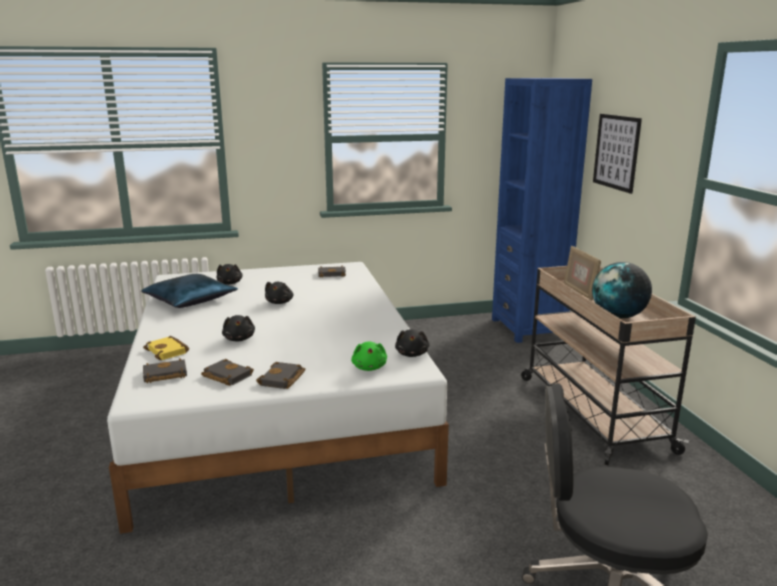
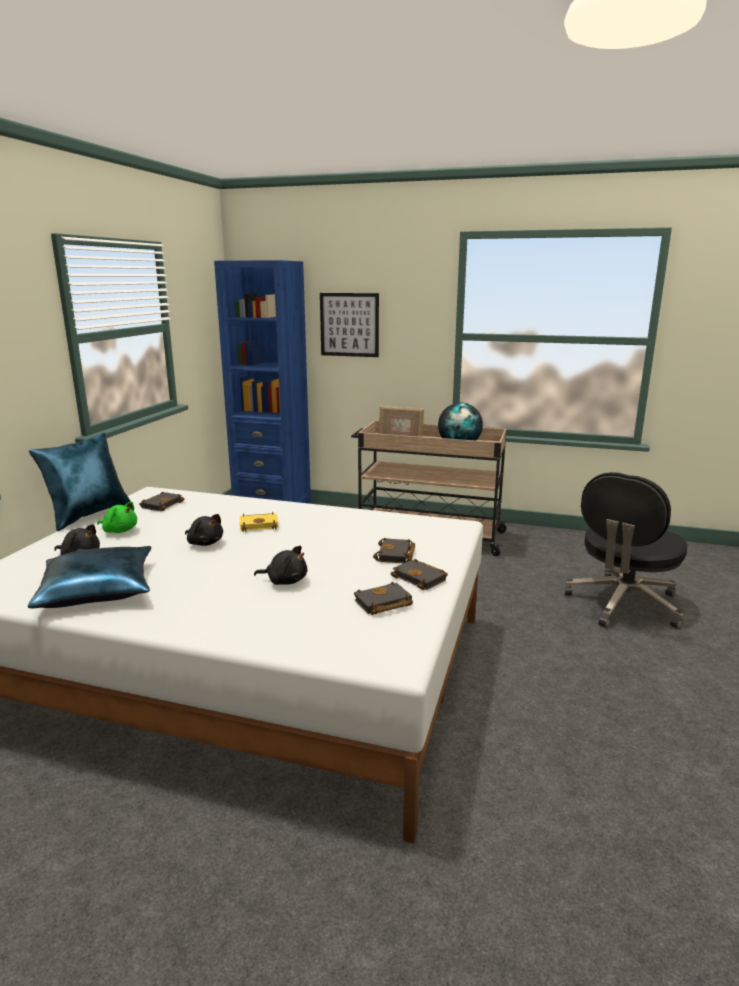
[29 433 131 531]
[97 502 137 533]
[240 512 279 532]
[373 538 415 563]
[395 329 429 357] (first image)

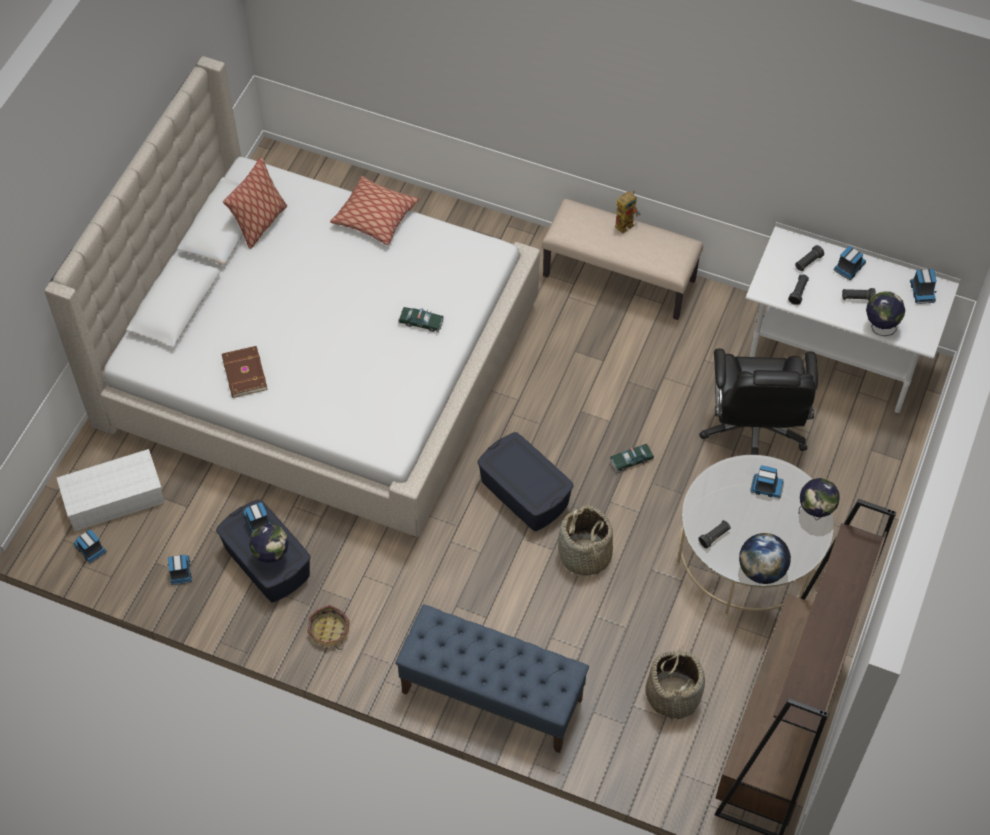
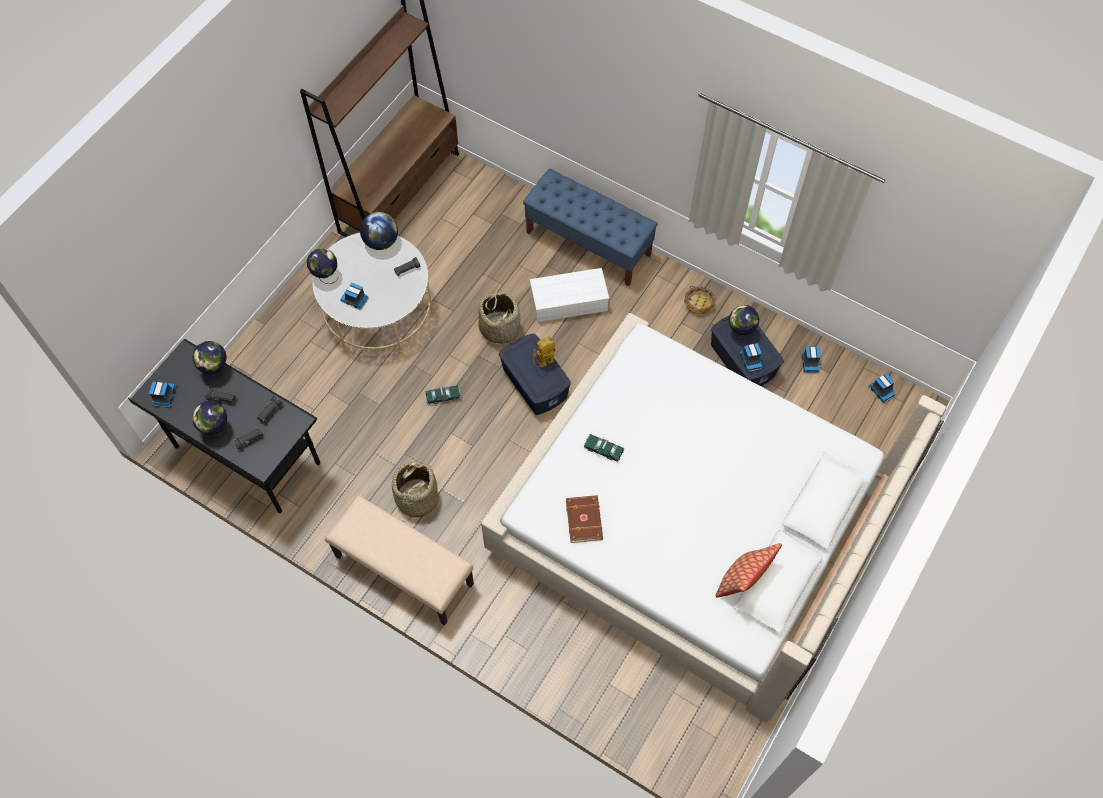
[127 339 320 514]
[192 401 227 436]
[392 462 438 522]
[530 268 609 322]
[532 336 556 367]
[566 495 603 543]
[330 176 419 245] (first image)
[699 348 818 455] (first image)

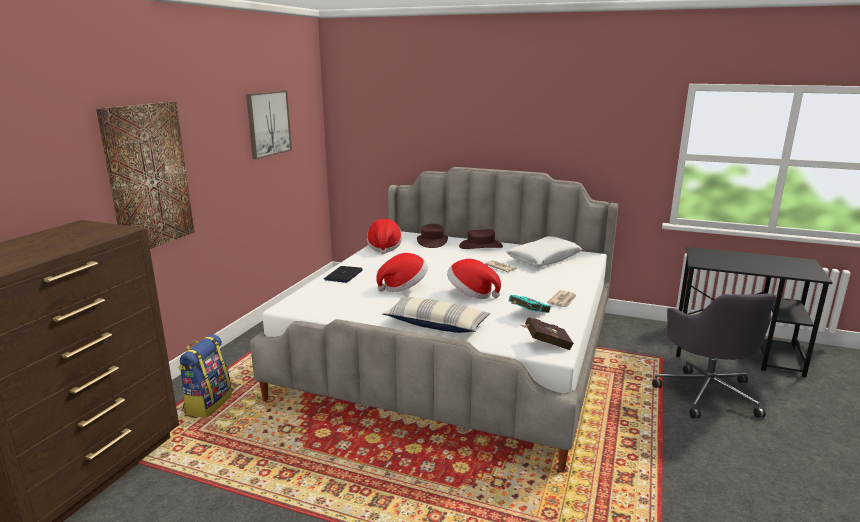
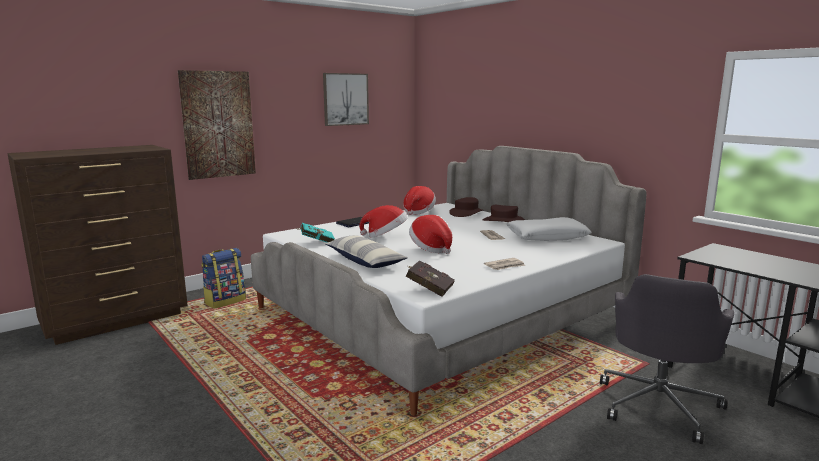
[296 223 335 243]

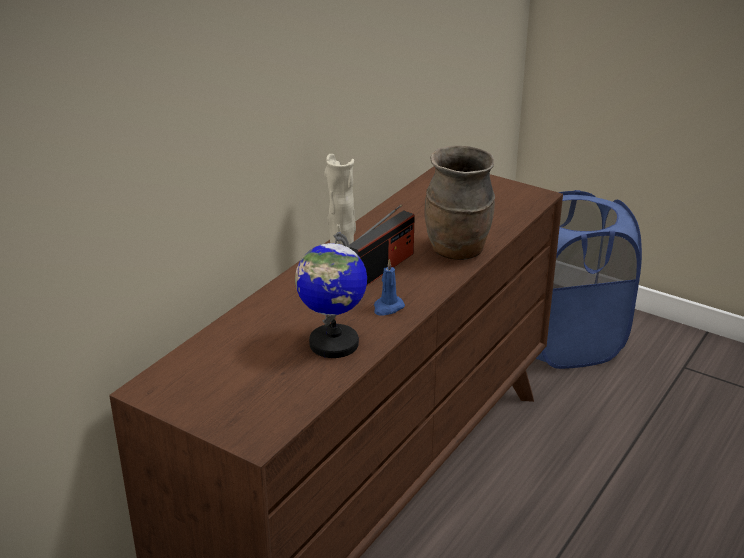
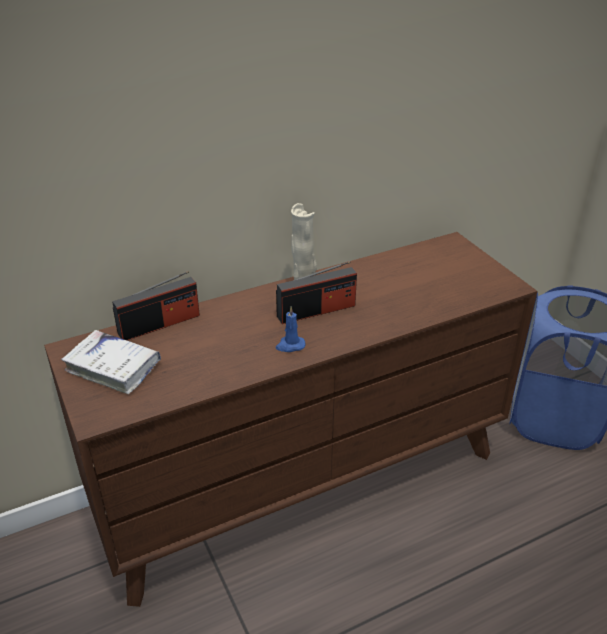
[61 330 161 394]
[112 271 200 340]
[295 232 367 358] (first image)
[424 146 495 260] (first image)

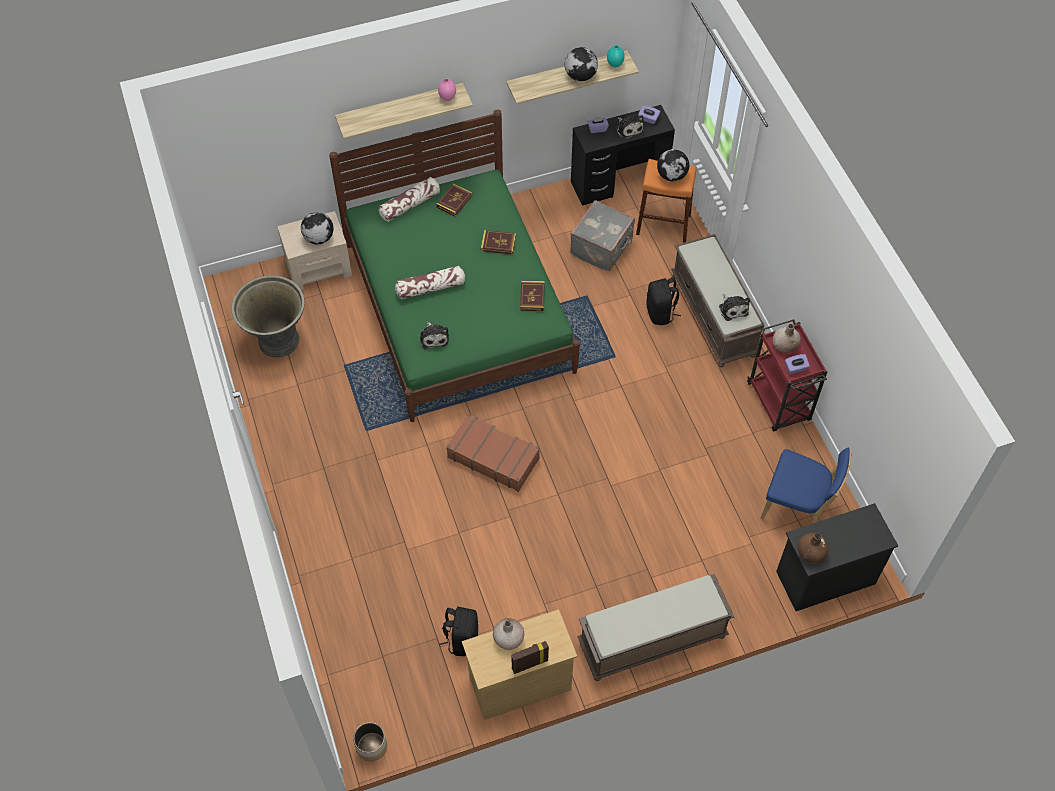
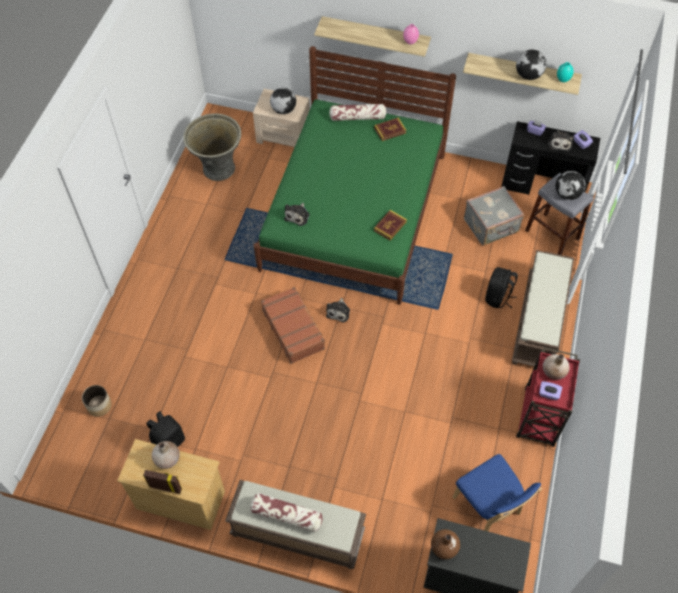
[82 385 112 417]
[251 493 323 532]
[326 298 350 323]
[525 173 594 255]
[481 230 516 255] (first image)

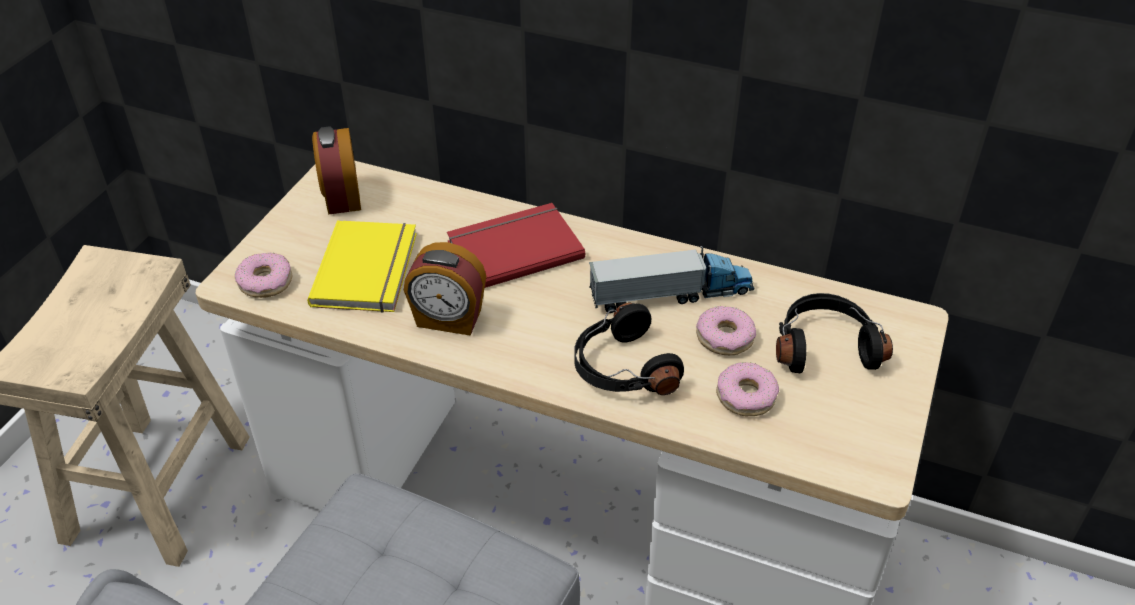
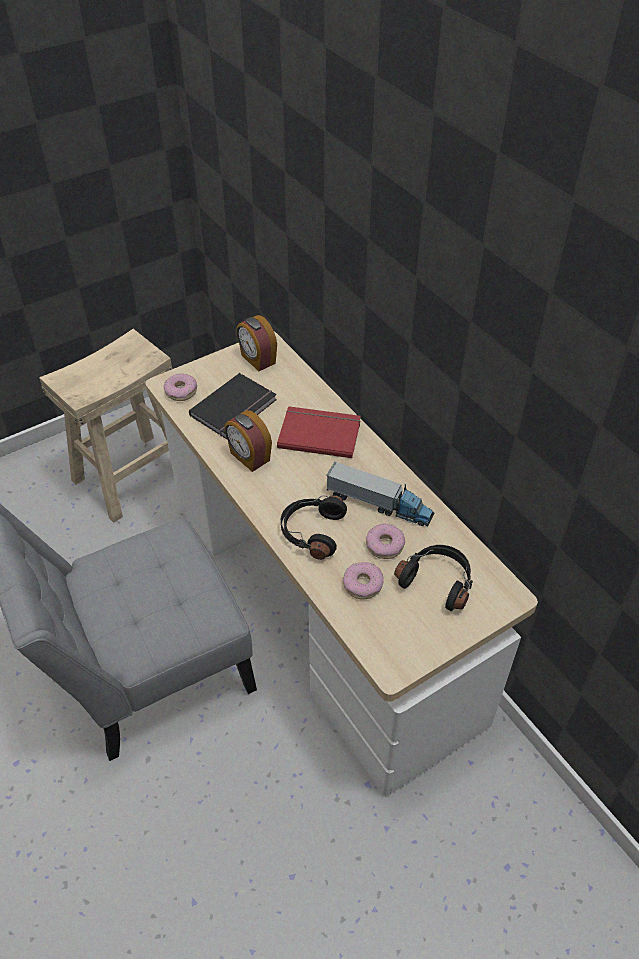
[189 373 277 439]
[236 315 277 371]

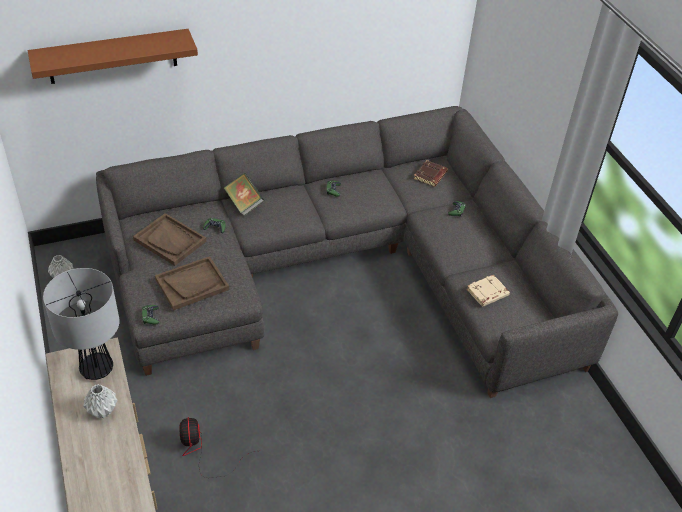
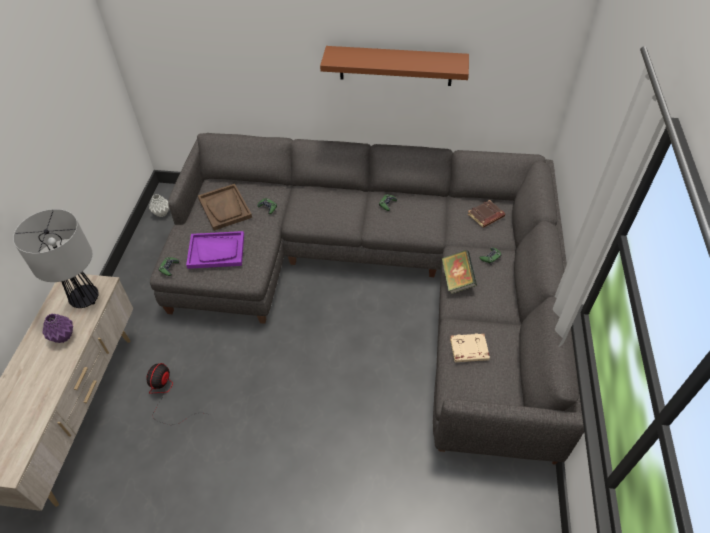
[42 313 73 343]
[186 231 244 269]
[320 46 469 86]
[442 250 477 294]

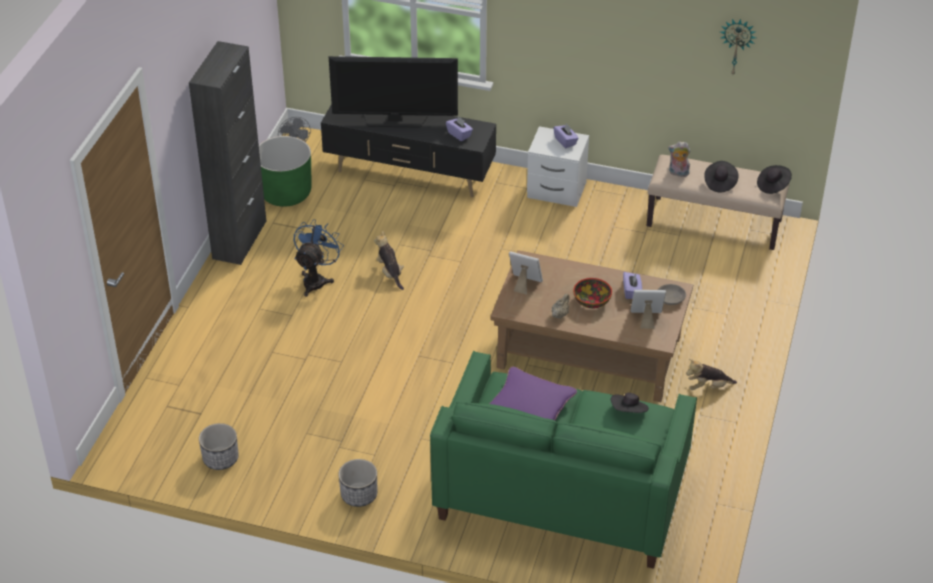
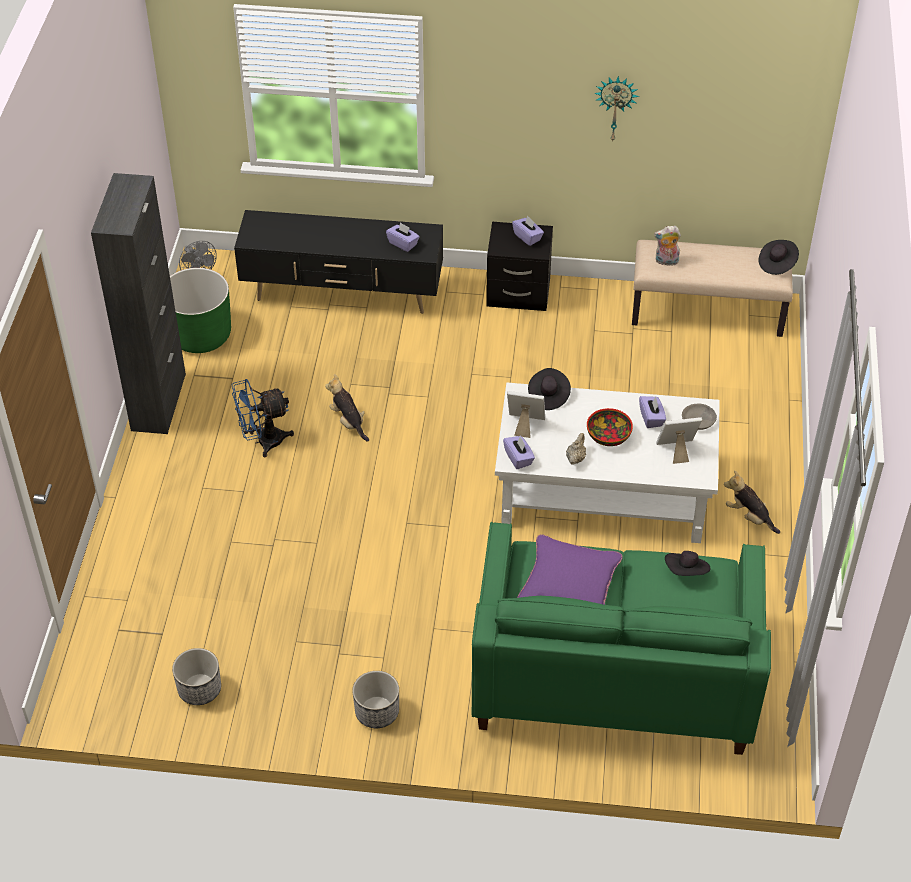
[232 379 294 457]
[486 222 553 311]
[495 382 720 543]
[503 436 535 469]
[528 368 571 410]
[594 76 639 142]
[724 470 780 534]
[329 56 458 128] (first image)

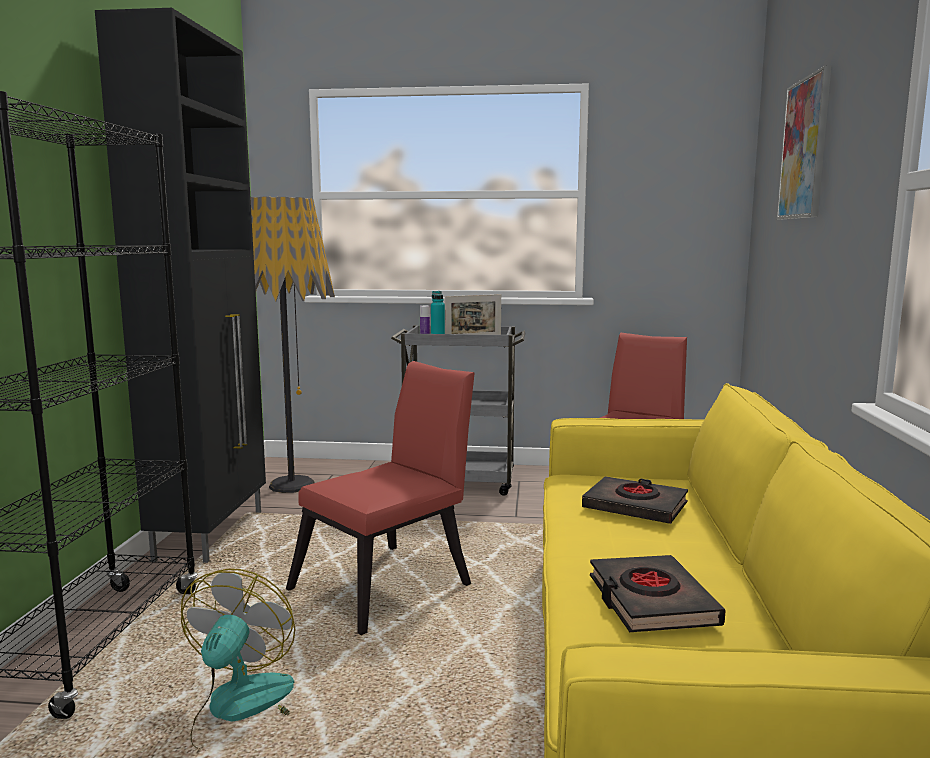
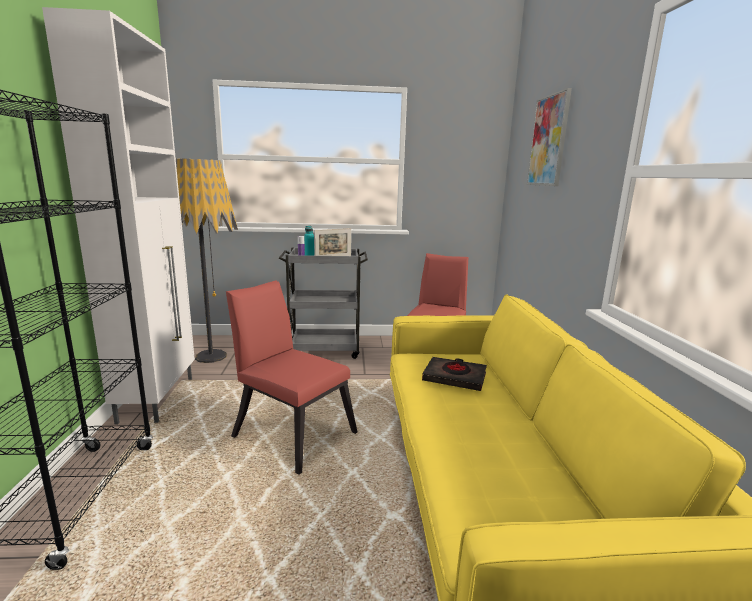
[42 7 195 425]
[226 280 357 475]
[181 569 295 750] (first image)
[590 555 726 632] (first image)

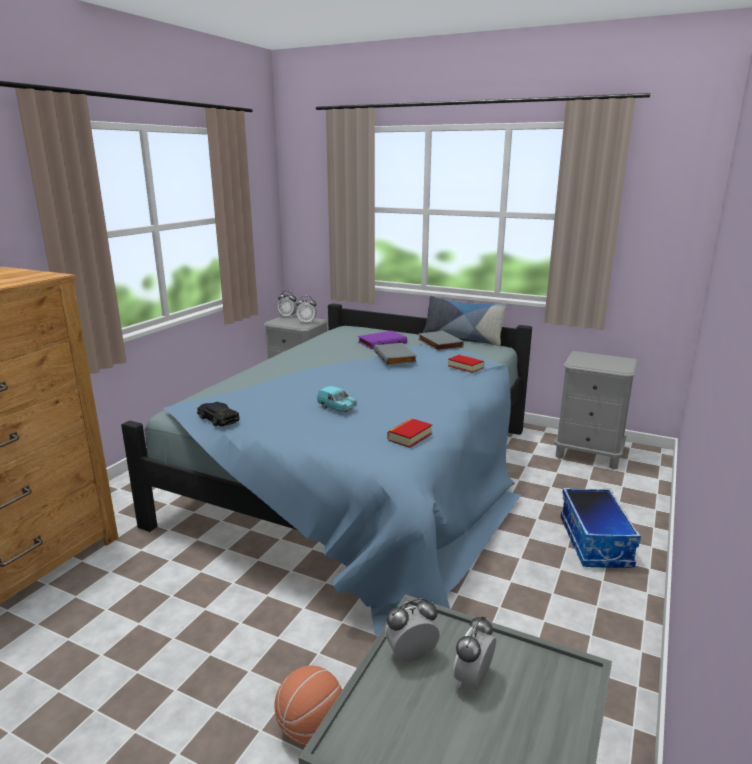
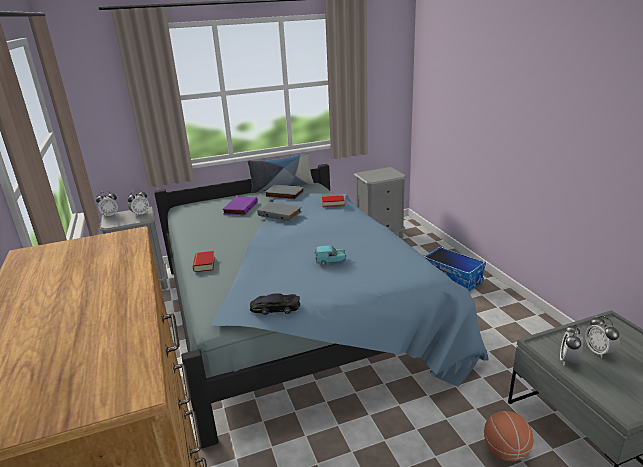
[193 251 215 272]

